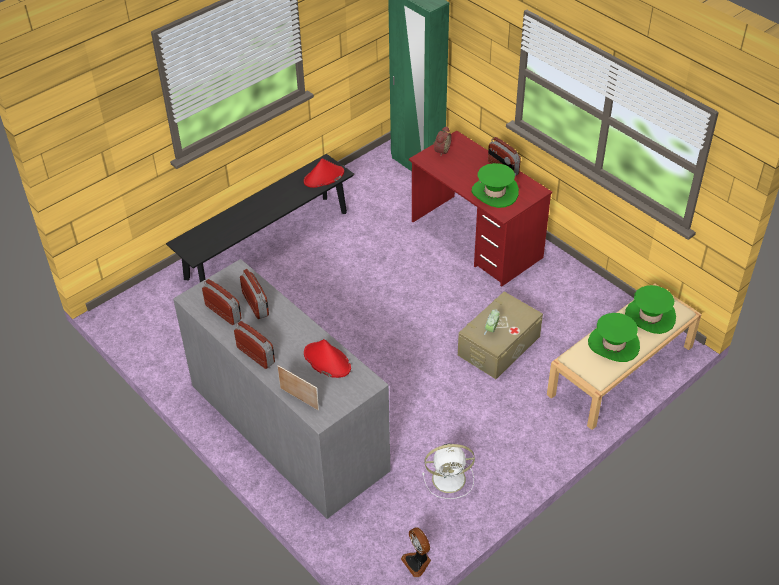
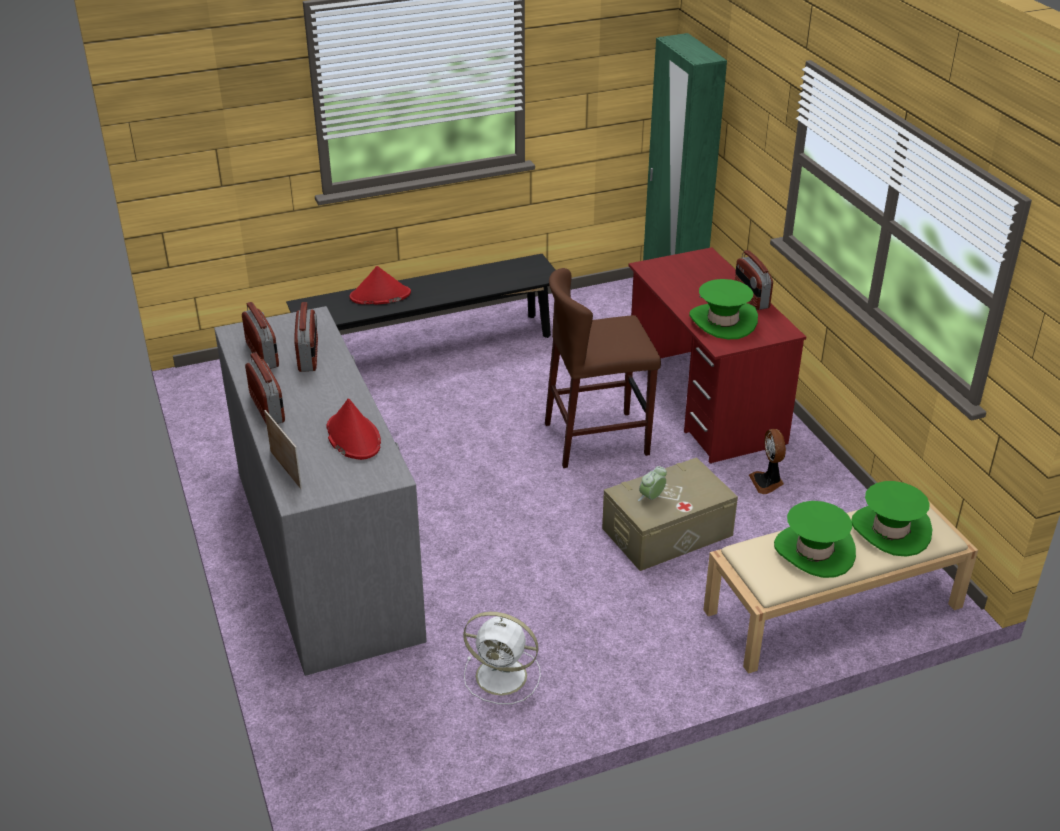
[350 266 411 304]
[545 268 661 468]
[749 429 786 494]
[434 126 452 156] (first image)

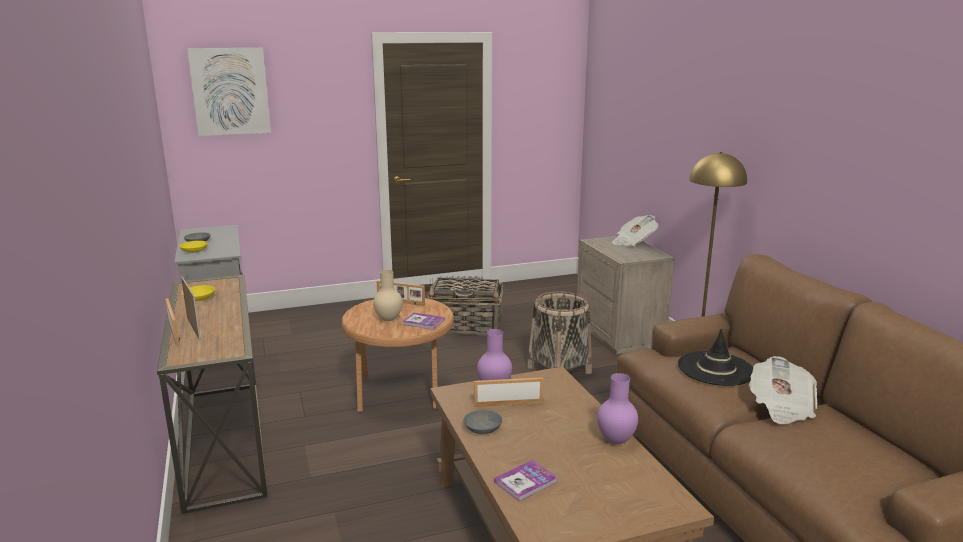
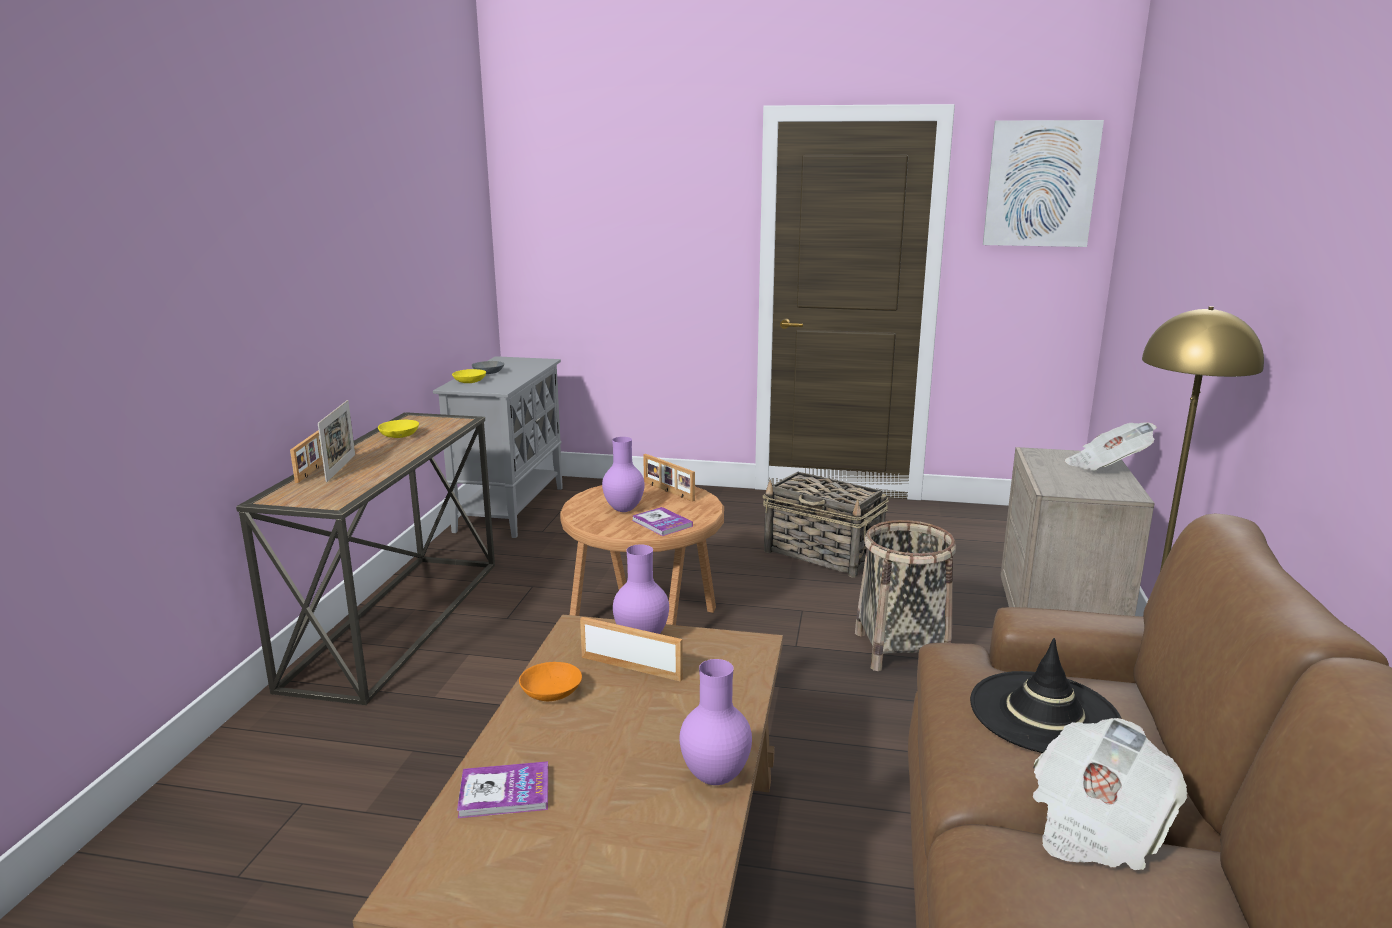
[519 662 582 701]
[602 437 645 512]
[983 120 1104 247]

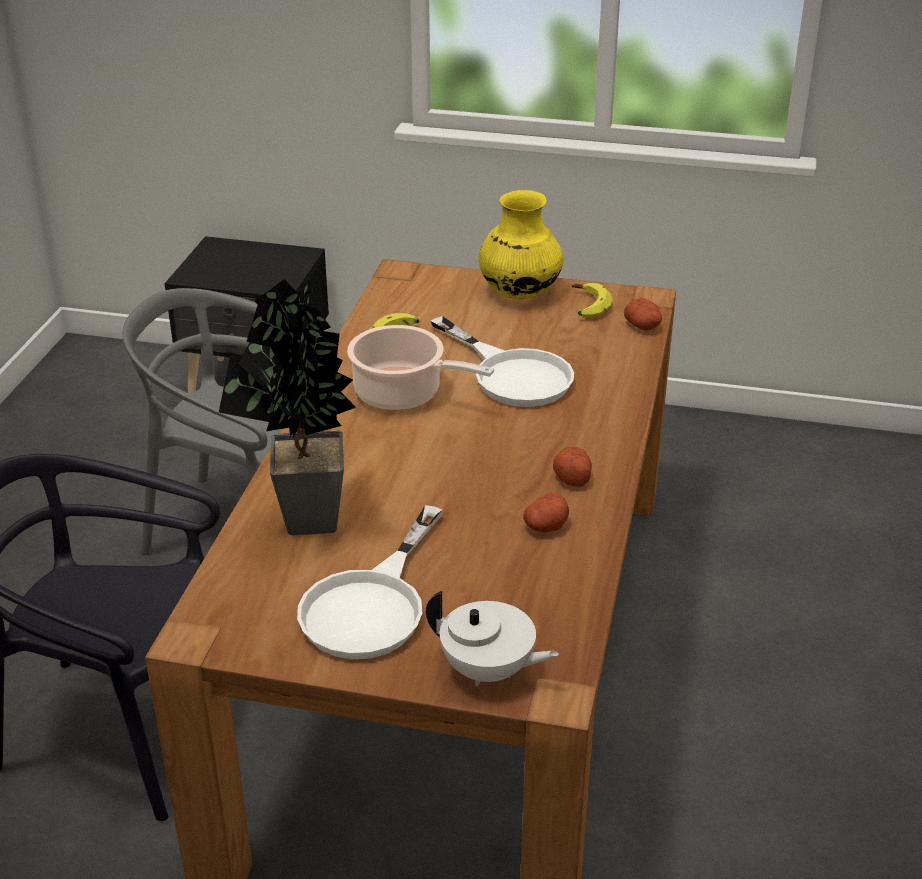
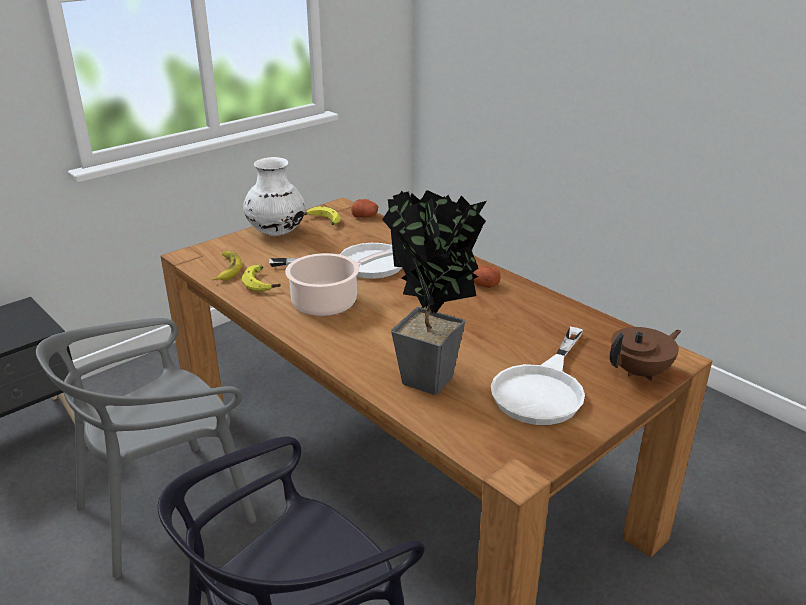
[212 251 242 281]
[243 157 305 236]
[491 327 585 425]
[610 327 681 381]
[523 492 569 532] (first image)

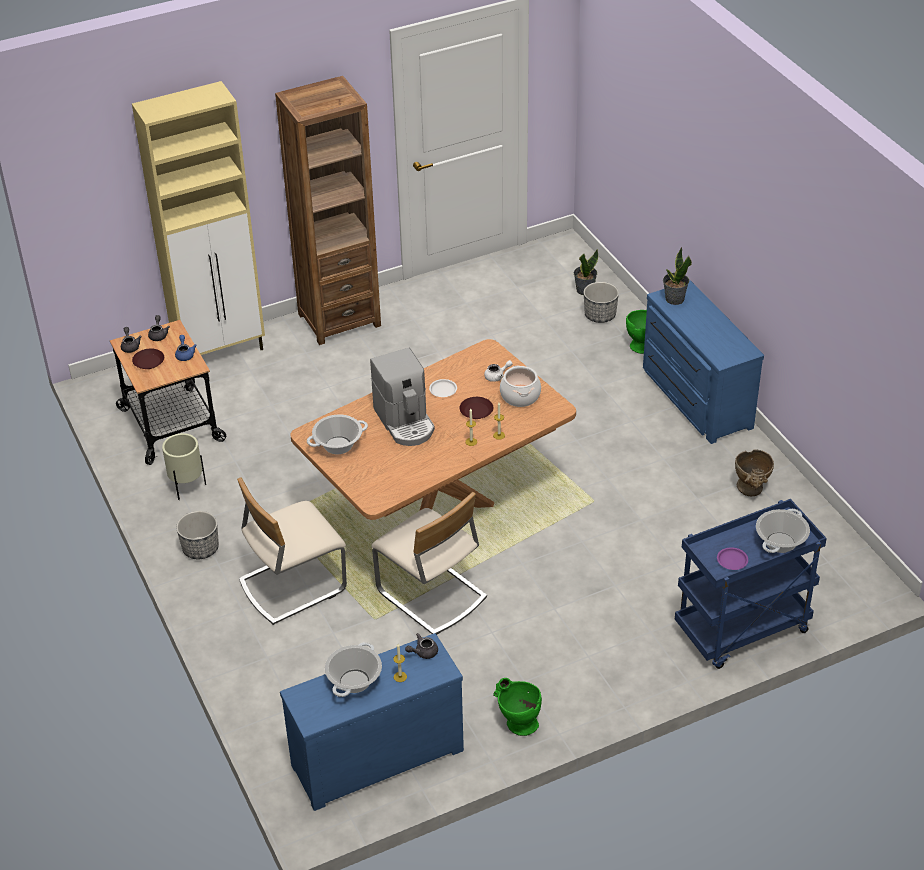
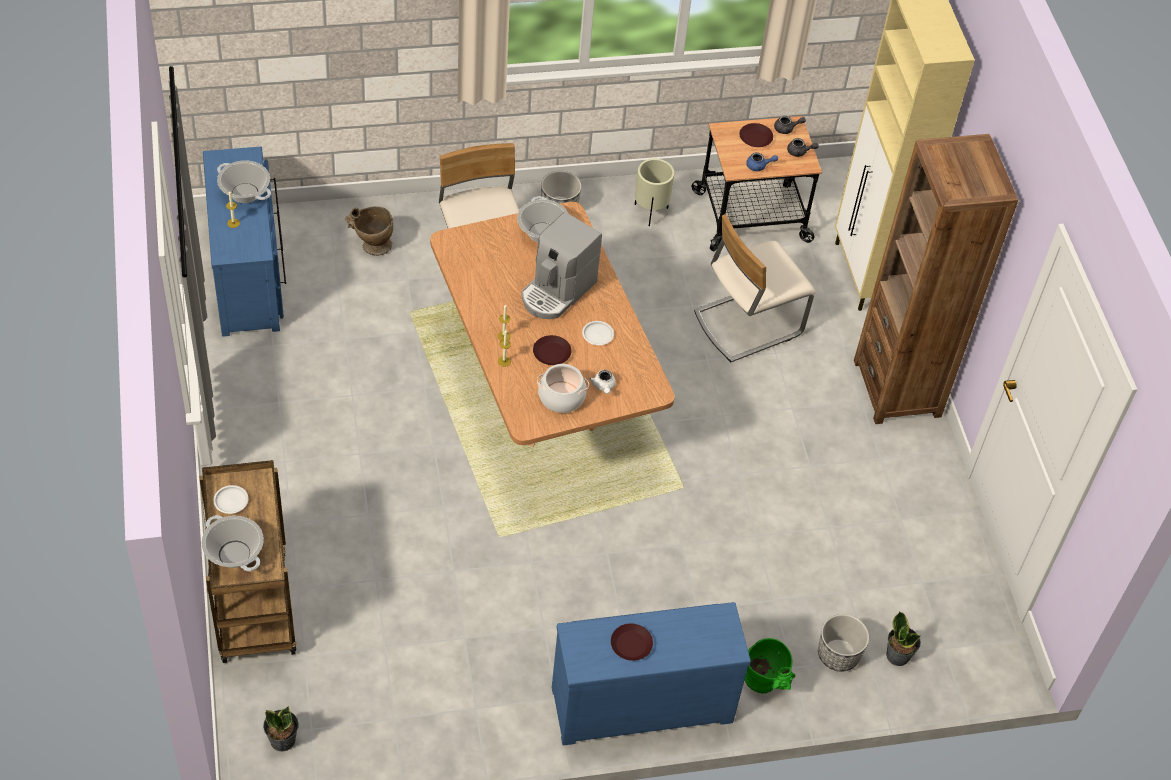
[199 460 296 663]
[213 485 248 514]
[263 706 299 752]
[345 206 393 255]
[522 212 602 319]
[611 623 653 661]
[694 214 816 362]
[405 633 438 659] (first image)
[493 678 542 736] (first image)

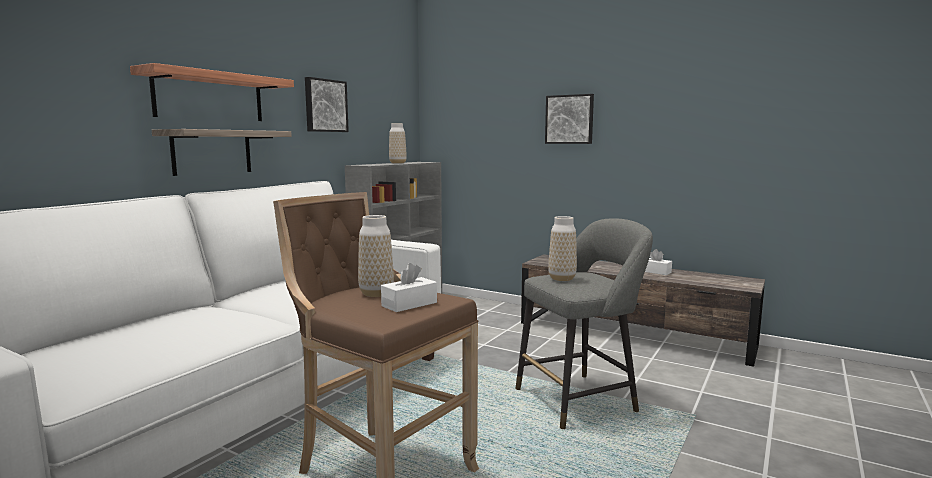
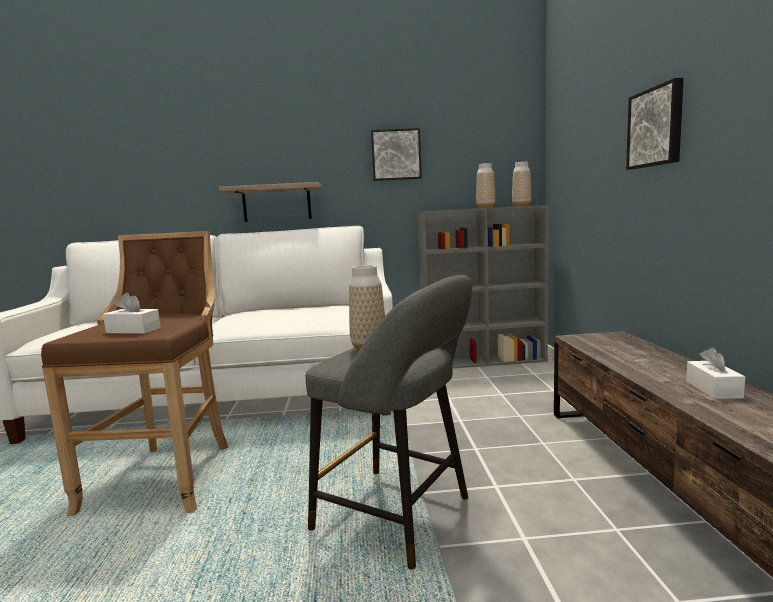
[512 162 532 206]
[130 63 294 121] (first image)

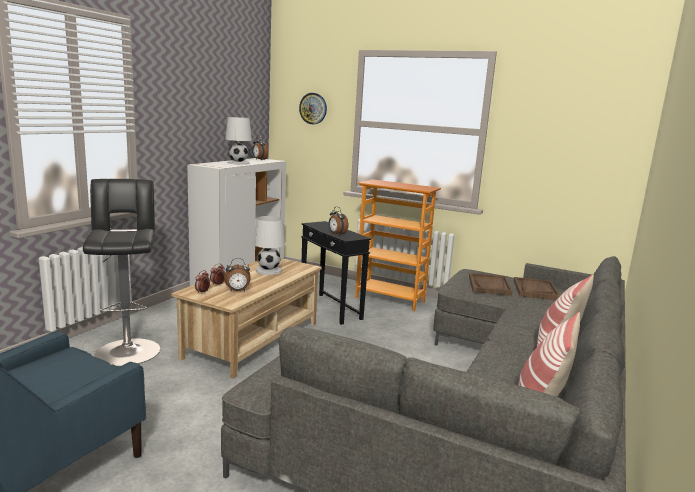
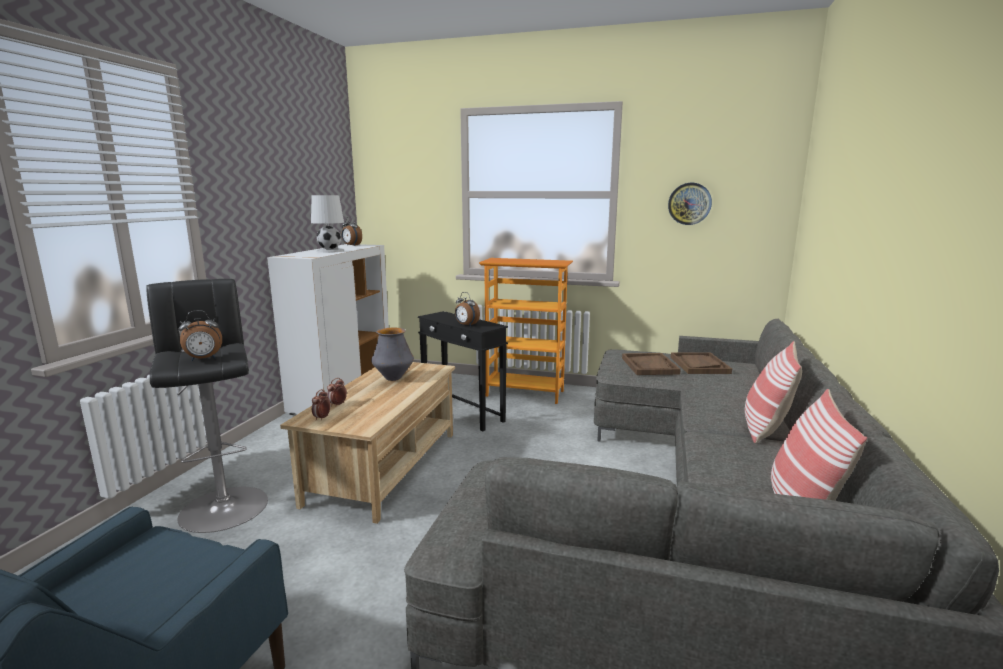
[179 310 222 361]
[371 328 414 381]
[668 183 712 225]

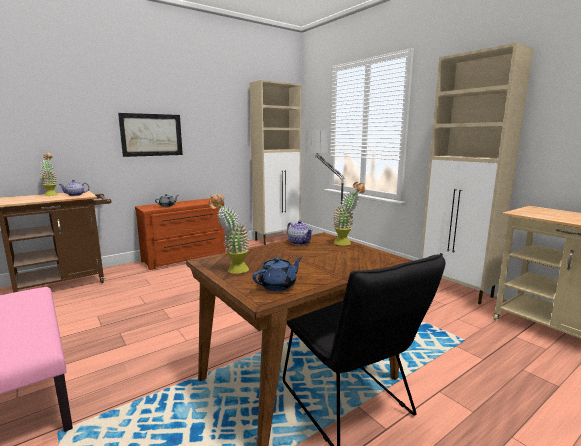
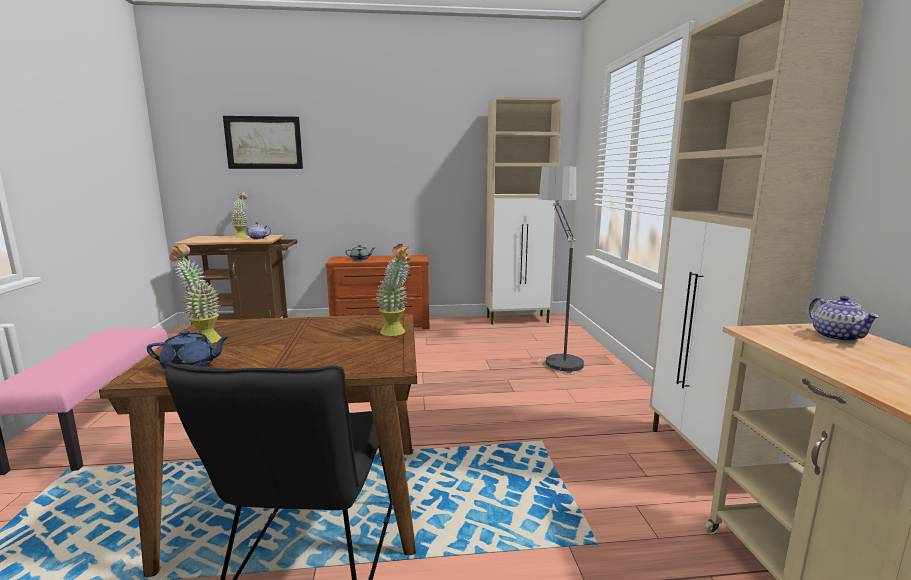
[223 116 303 169]
[809 296 880 342]

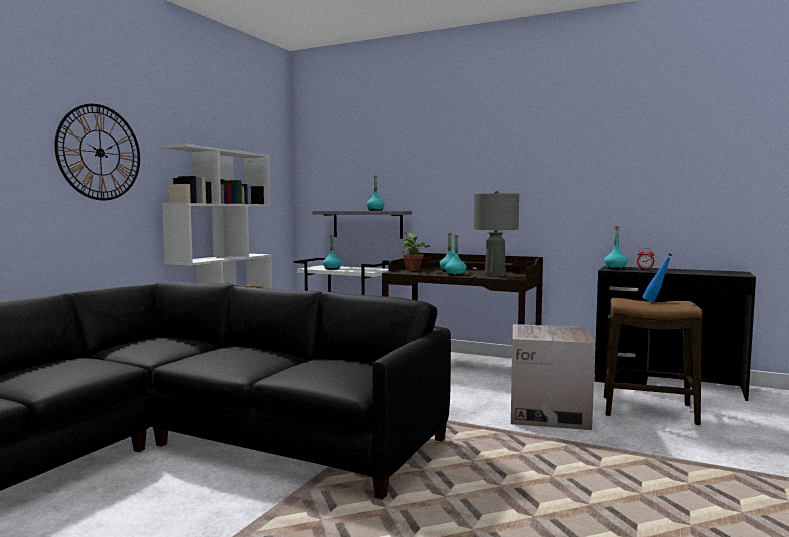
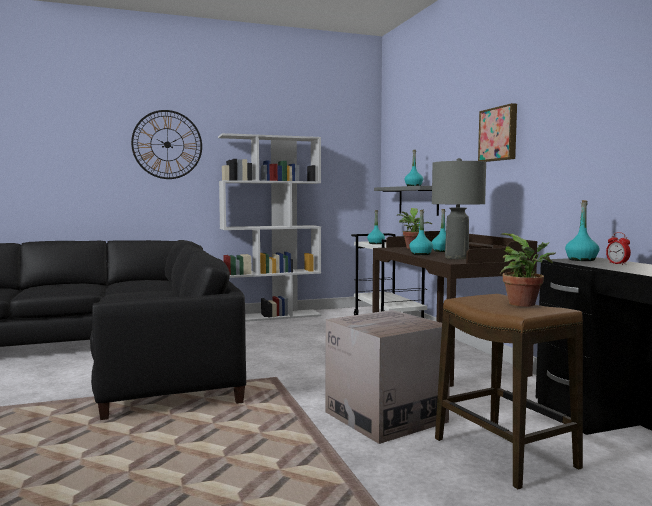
[478 103 517 162]
[500 233 556 307]

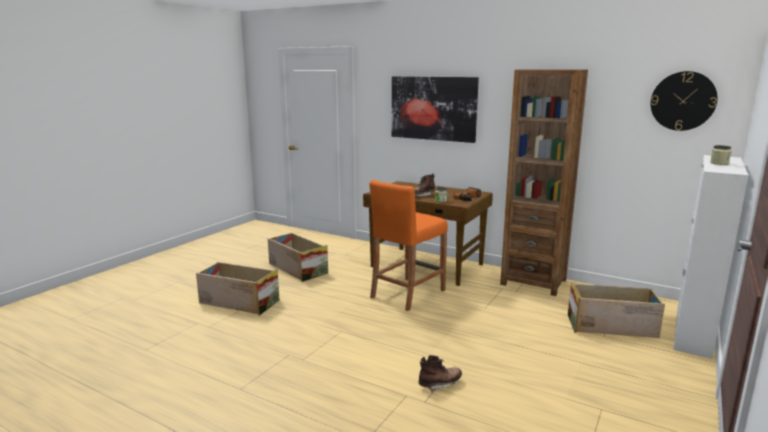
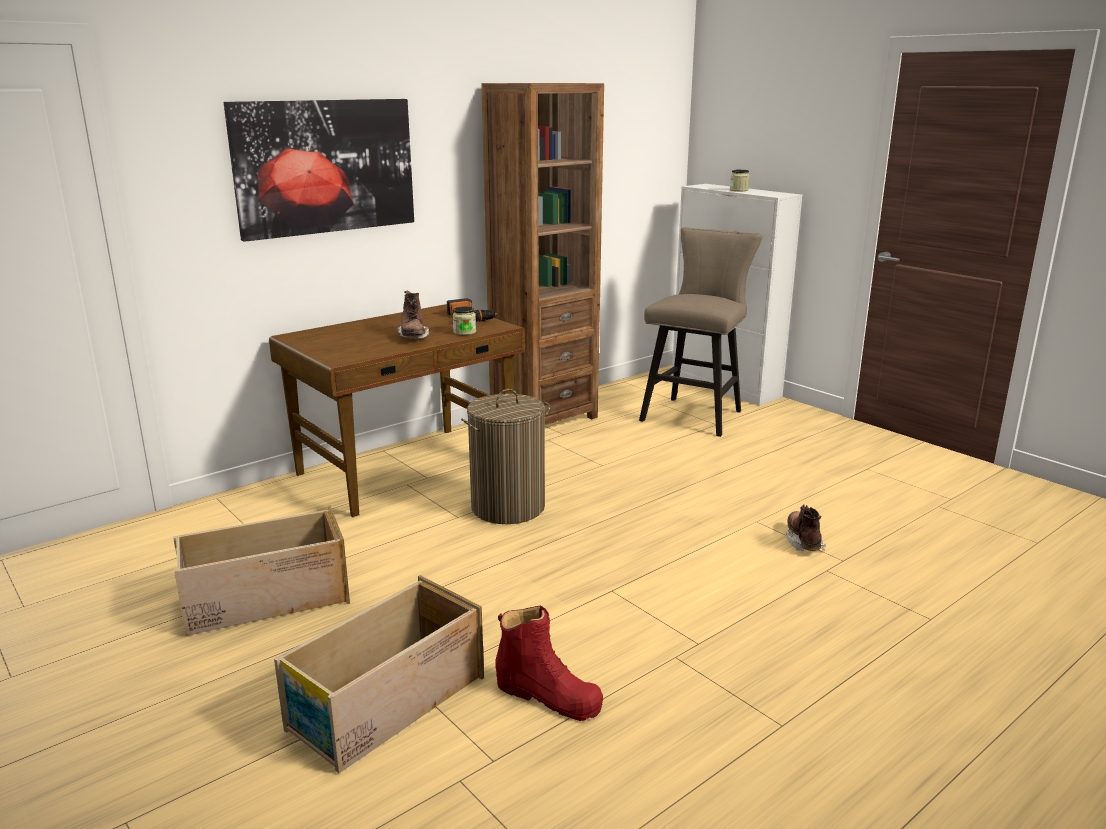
[461 389 550 524]
[495 606 603 721]
[639 228 763 437]
[651 71 718 131] (first image)

